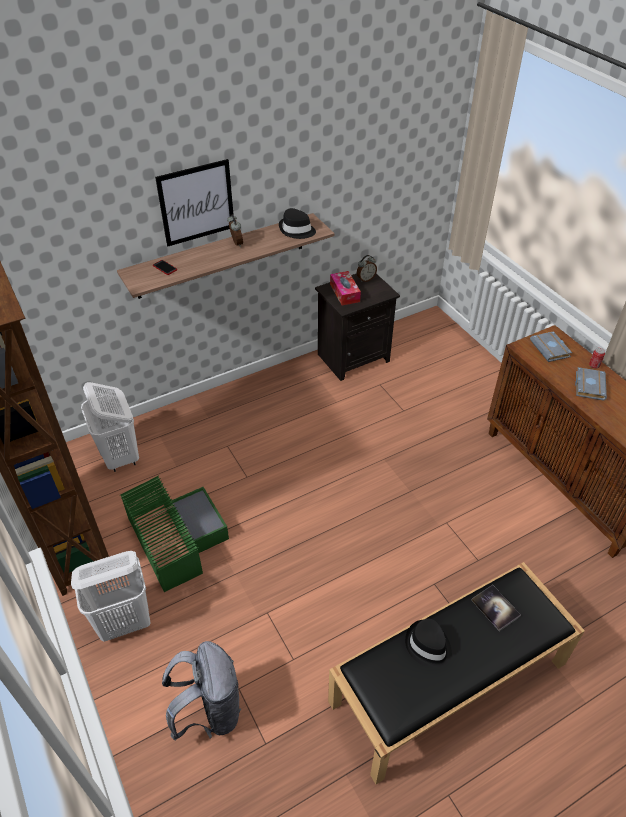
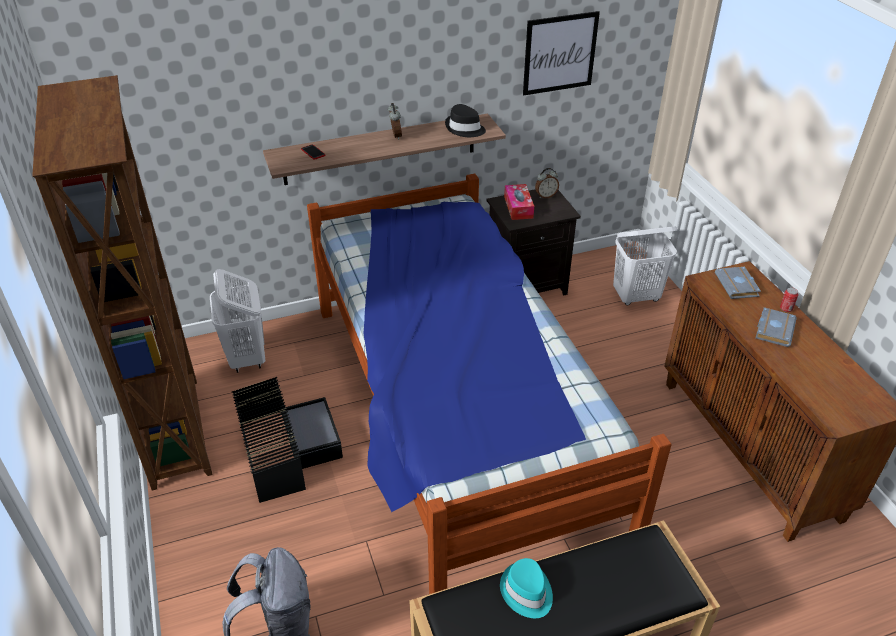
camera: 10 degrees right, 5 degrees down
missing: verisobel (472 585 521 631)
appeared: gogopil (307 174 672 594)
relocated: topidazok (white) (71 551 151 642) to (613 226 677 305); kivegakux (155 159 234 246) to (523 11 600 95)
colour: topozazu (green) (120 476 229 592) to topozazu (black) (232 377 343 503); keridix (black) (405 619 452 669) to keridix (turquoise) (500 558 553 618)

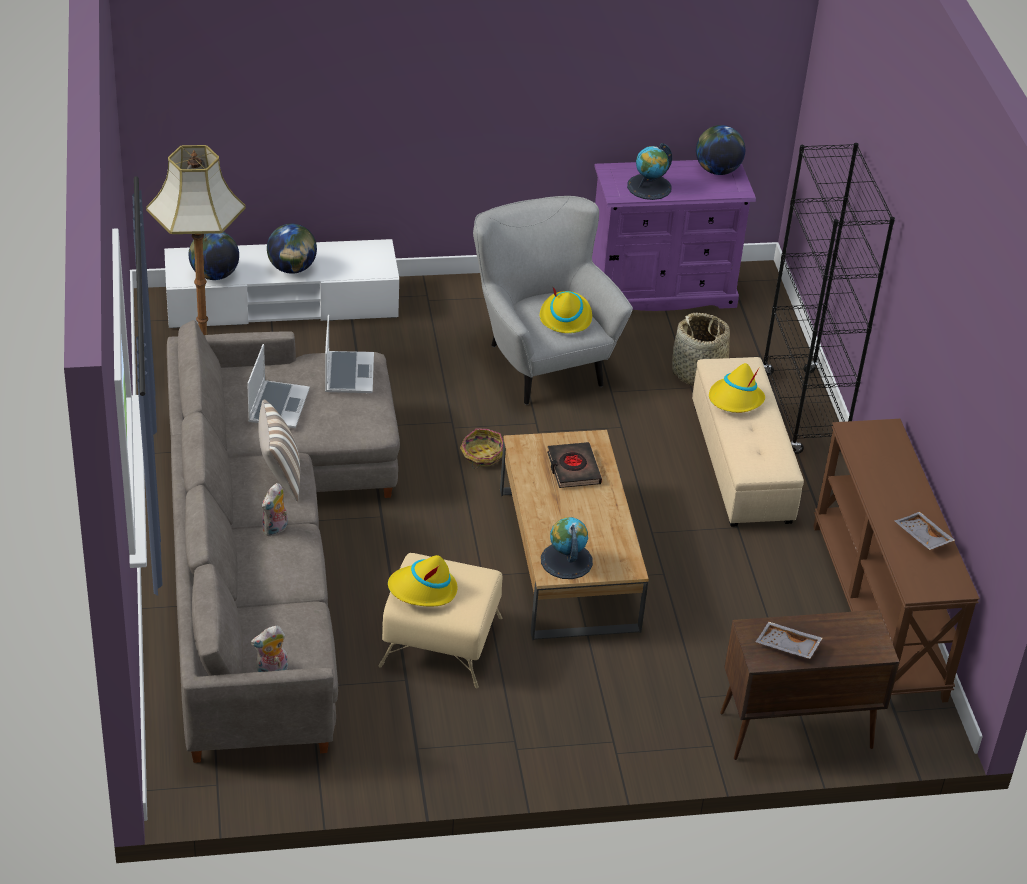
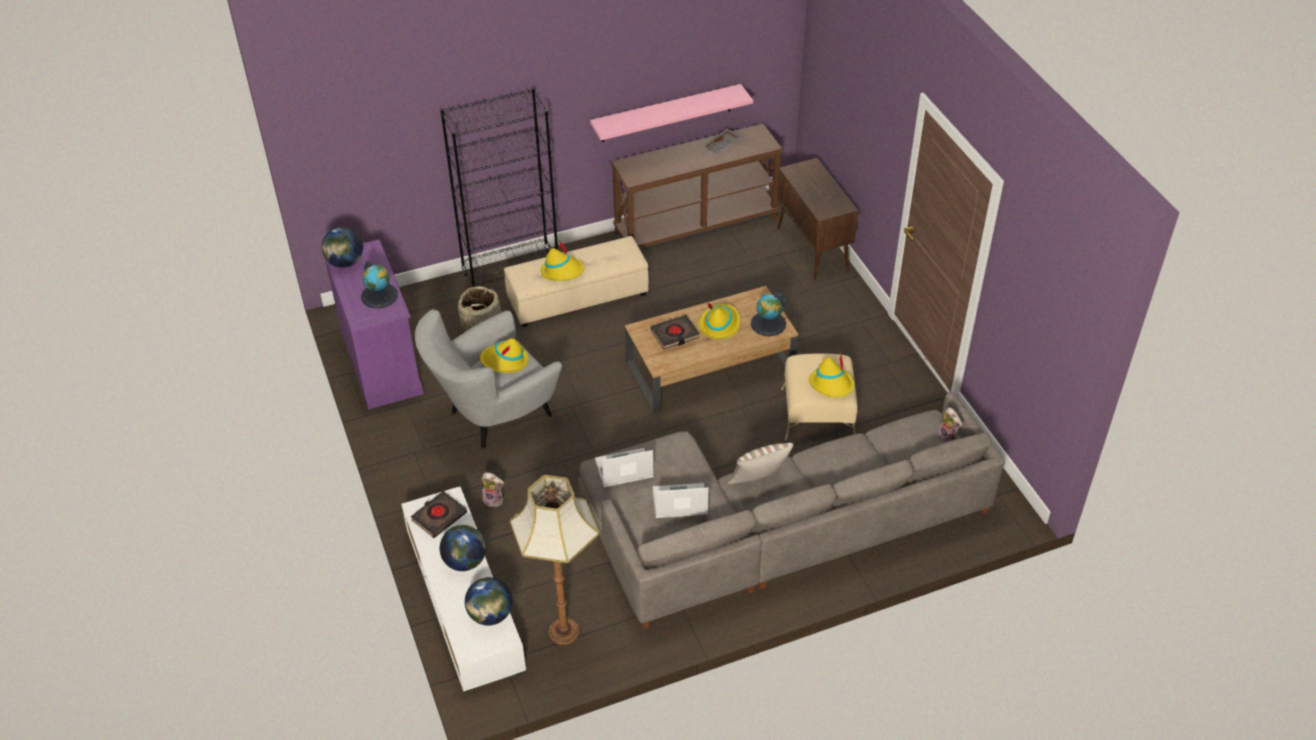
camera: 100 degrees left, 5 degrees up
missing: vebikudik (460 428 503 469); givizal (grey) (755 622 823 659)
appeared: verisobel (black) (411 491 467 538); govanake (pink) (590 84 753 142); keridix (yellow) (699 303 740 339)
relocated: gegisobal (262 483 288 536) to (482 472 504 508)

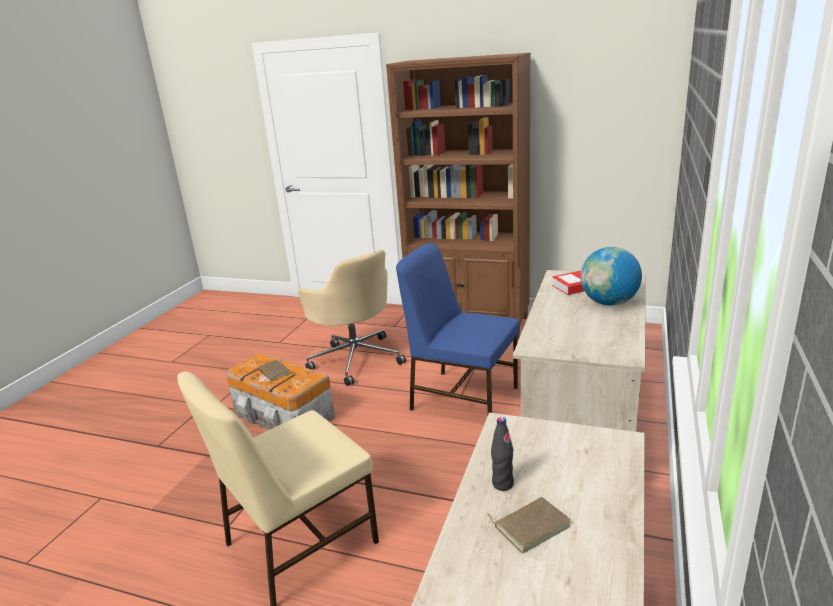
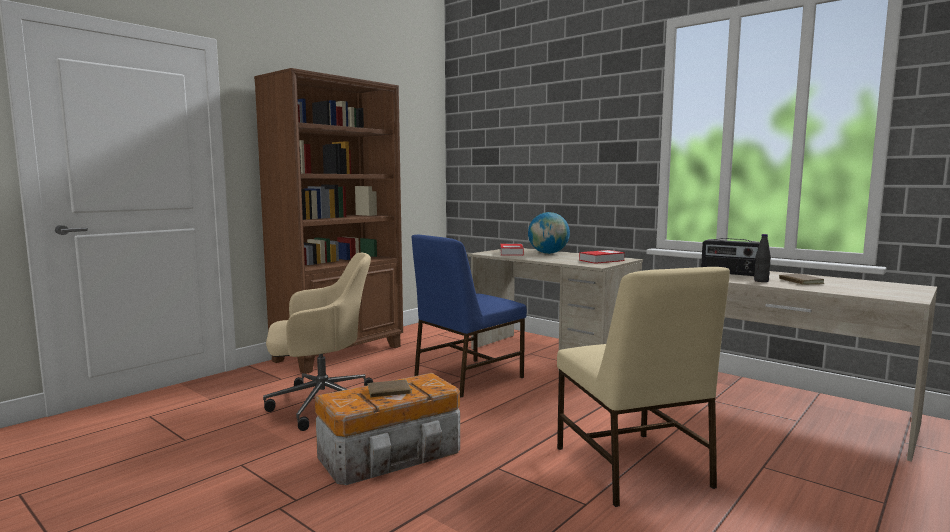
camera: 70 degrees left, 15 degrees down
appeared: verisobel (579 250 625 264); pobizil (701 238 760 276)

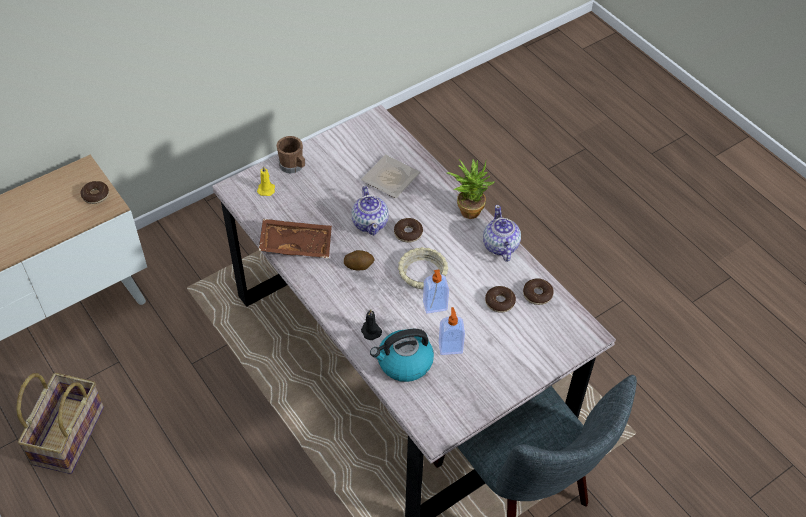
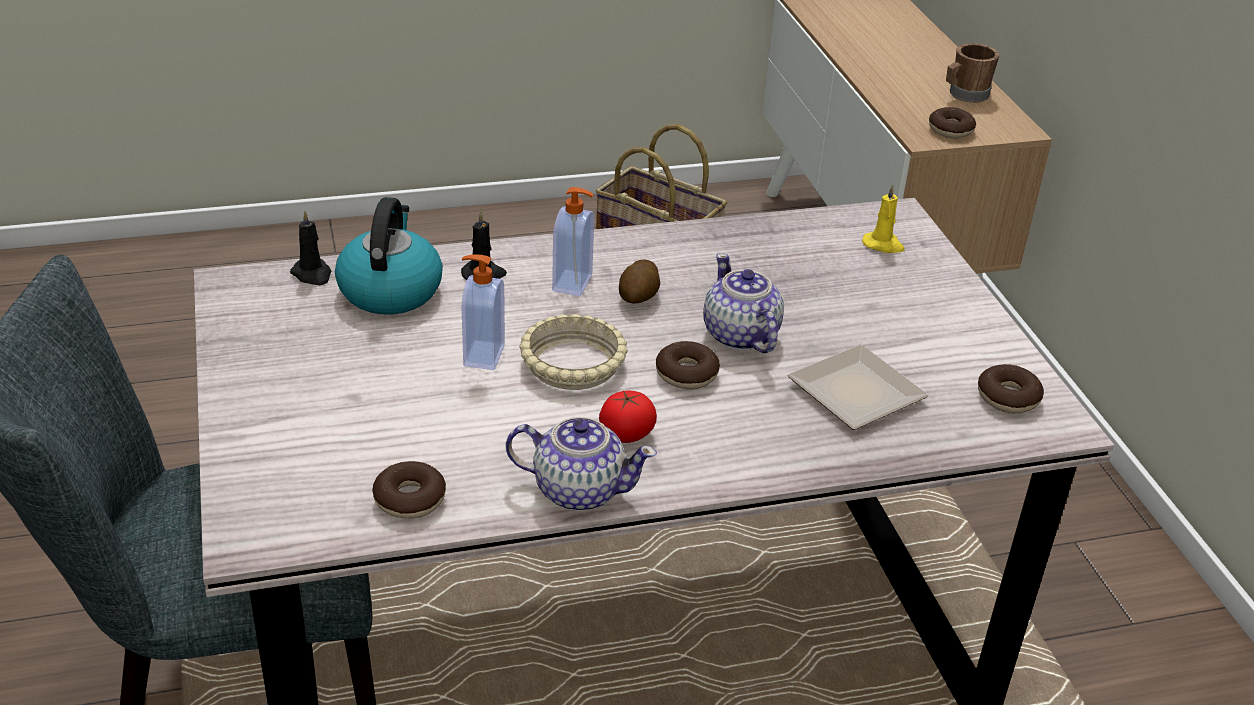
camera: 110 degrees right, 15 degrees down
missing: givizal (brown) (259 219 332 258); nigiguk (447 159 494 219)
appeared: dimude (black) (290 211 331 285); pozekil (599 390 657 443)
relocated: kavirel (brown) (276 136 305 173) to (946 43 999 103); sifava (439 307 465 355) to (552 187 594 296); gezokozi (485 286 516 313) to (978 364 1044 413)
spun: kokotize (351 186 389 235) = (703 253 784 353) 60 degrees clockwise

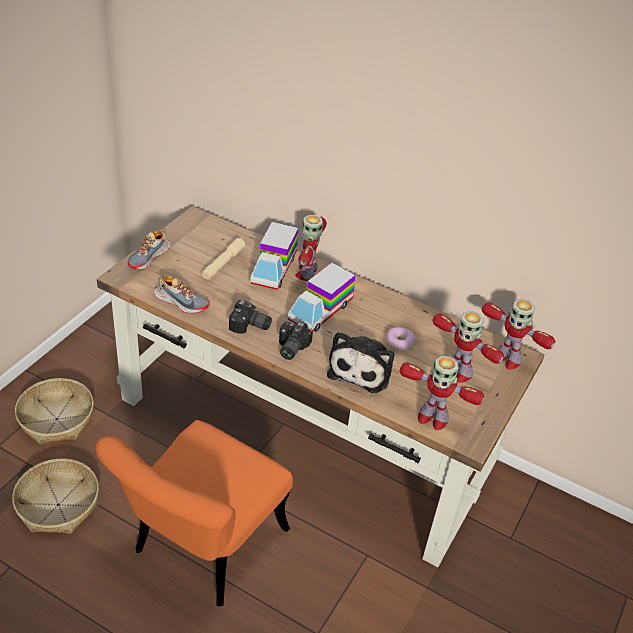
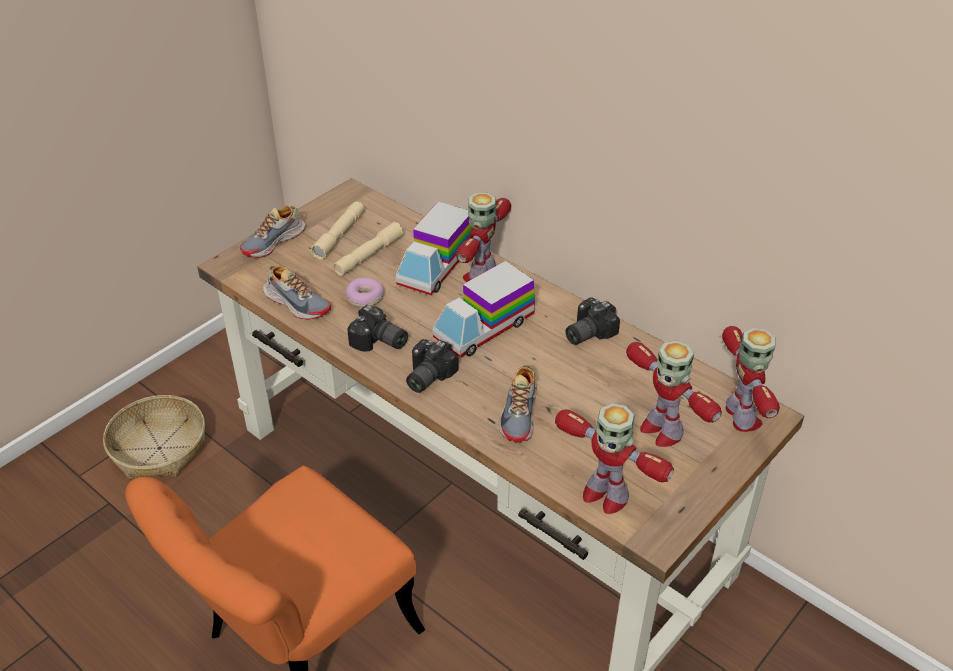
camera: 15 degrees right, 0 degrees up
missing: vebikudik (12 459 99 534)
appeared: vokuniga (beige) (310 202 365 260); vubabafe (565 297 620 345)
relocated: gezokozi (386 327 415 351) to (346 277 384 307)
exchanged: gegisobal (327 332 394 393) to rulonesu (498 364 537 443)
spun: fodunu (482 299 556 370) = (722 326 780 432) 150 degrees counterclockwise

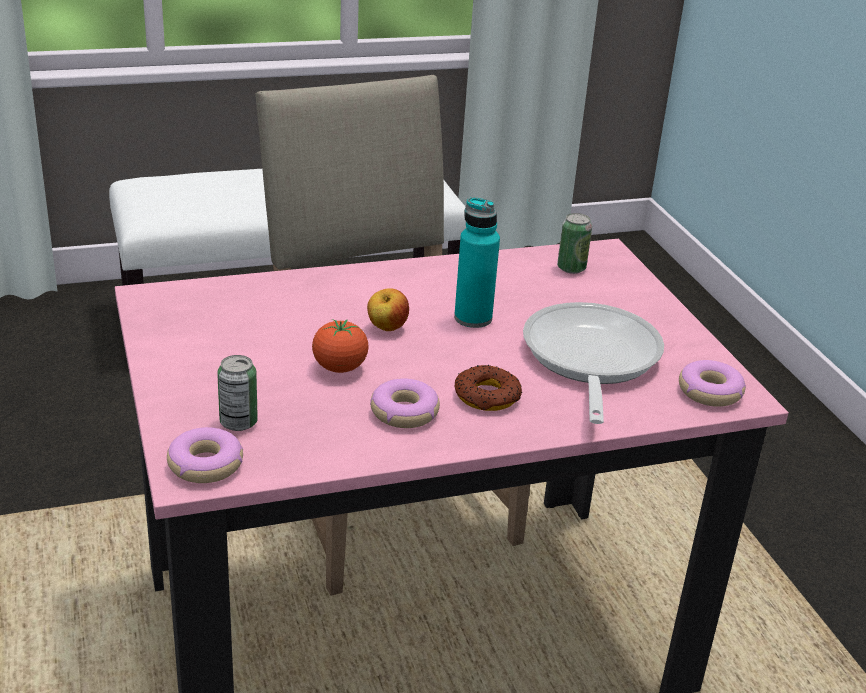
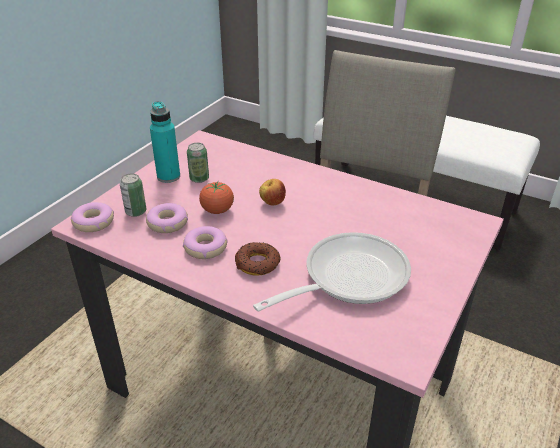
camera: 50 degrees right, 5 degrees up
relocated: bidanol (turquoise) (454 197 500 328) to (150 101 180 183); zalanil (557 213 592 274) to (187 143 209 183); gezokozi (679 360 746 407) to (146 203 188 233)

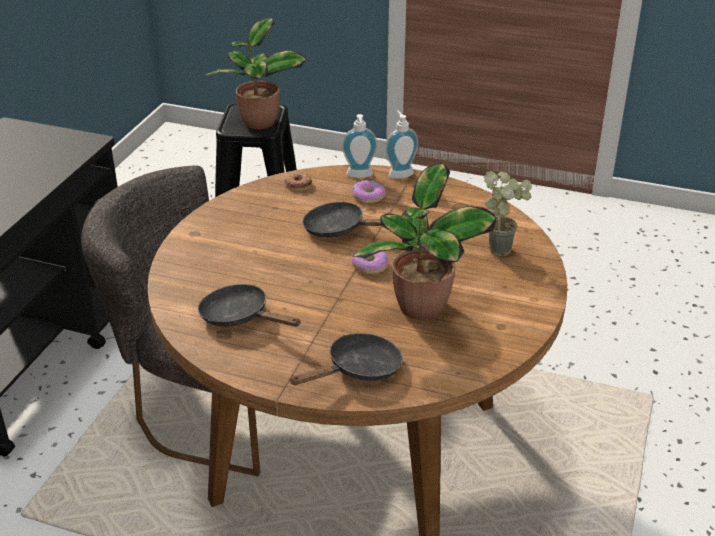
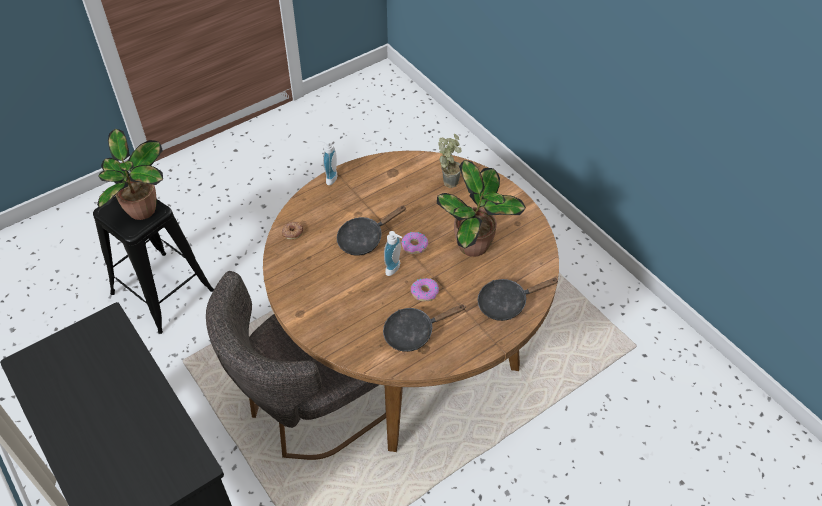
camera: 55 degrees left, 15 degrees up
relocated: sifava (342 114 377 178) to (384 231 402 276); gezokozi (352 180 386 203) to (411 278 439 301)
spun: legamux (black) (289 333 403 385) = (478 278 559 321) 105 degrees counterclockwise

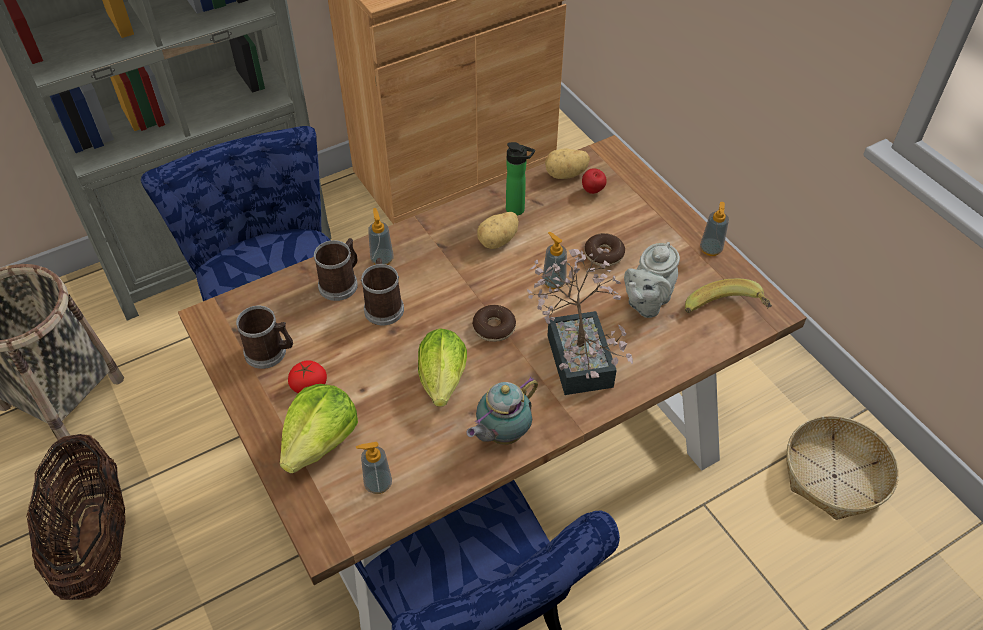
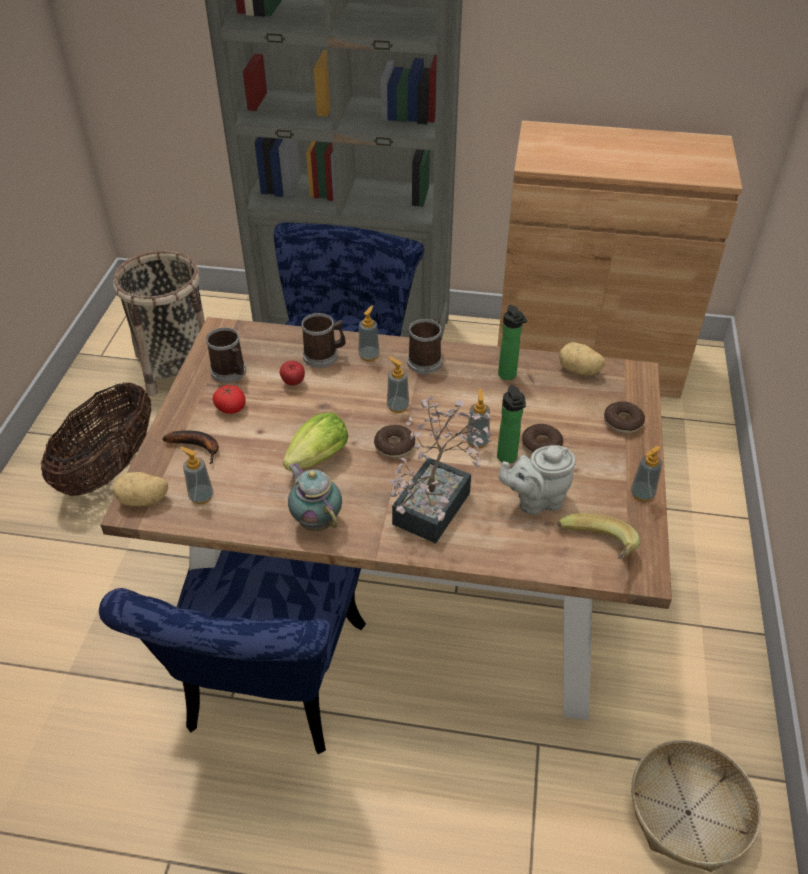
camera: 40 degrees right, 5 degrees down
appeared: sifava (387 356 409 413); bidanol (497 385 526 463); gezokozi (604 401 645 433)
relocated: kavirel (361 258 404 325) to (407 317 442 374); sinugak (477 212 519 249) to (113 472 168 506); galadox (582 168 607 194) to (280 361 305 386)
exchanged: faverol (280 384 358 473) to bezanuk (163 430 219 464)
spun: kokotize (467 377 538 445) = (288 463 342 531) 60 degrees clockwise

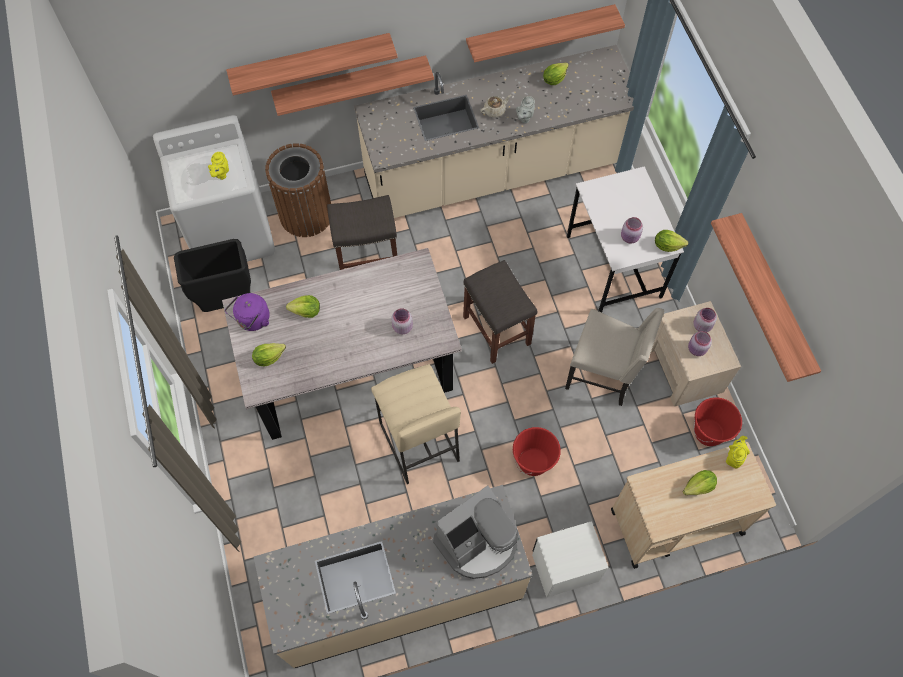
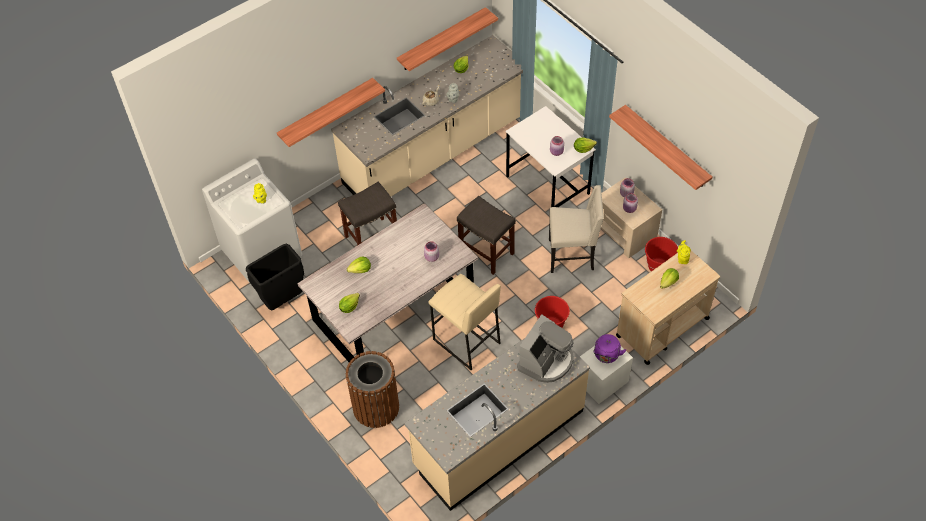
camera: 20 degrees left, 10 degrees down
missing: govanake (226 33 398 96)
relocated: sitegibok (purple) (225 293 270 331) to (593 334 626 363); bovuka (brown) (265 143 331 237) to (346 351 399 428)

